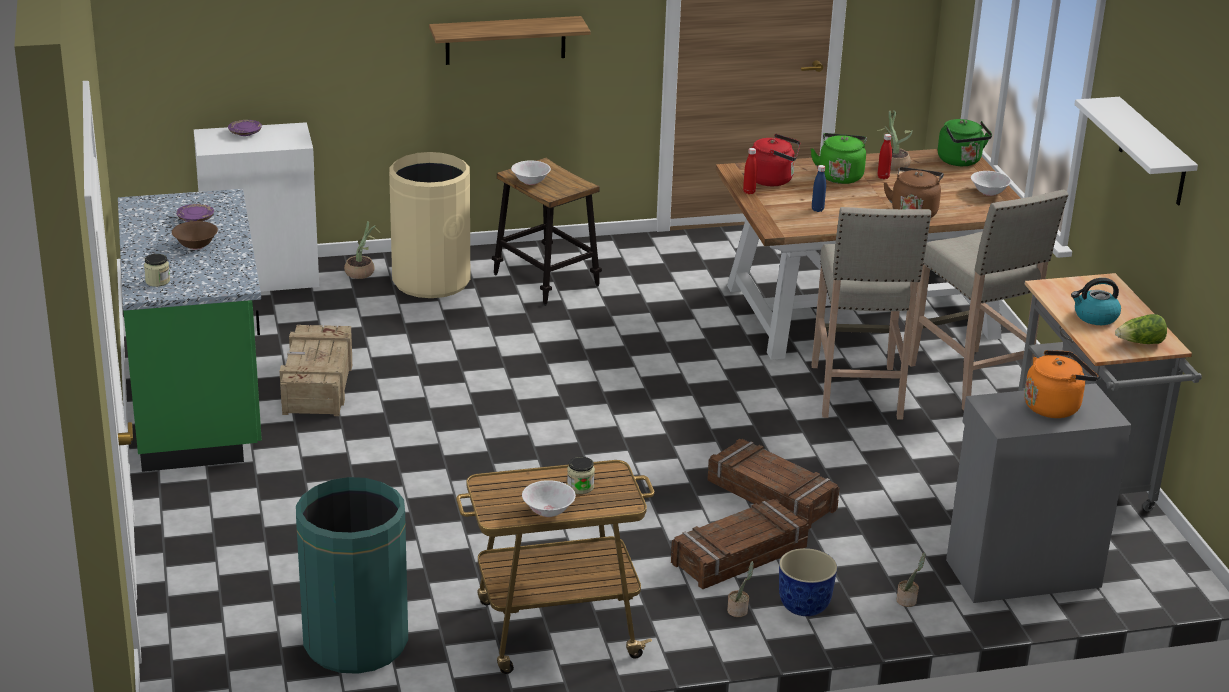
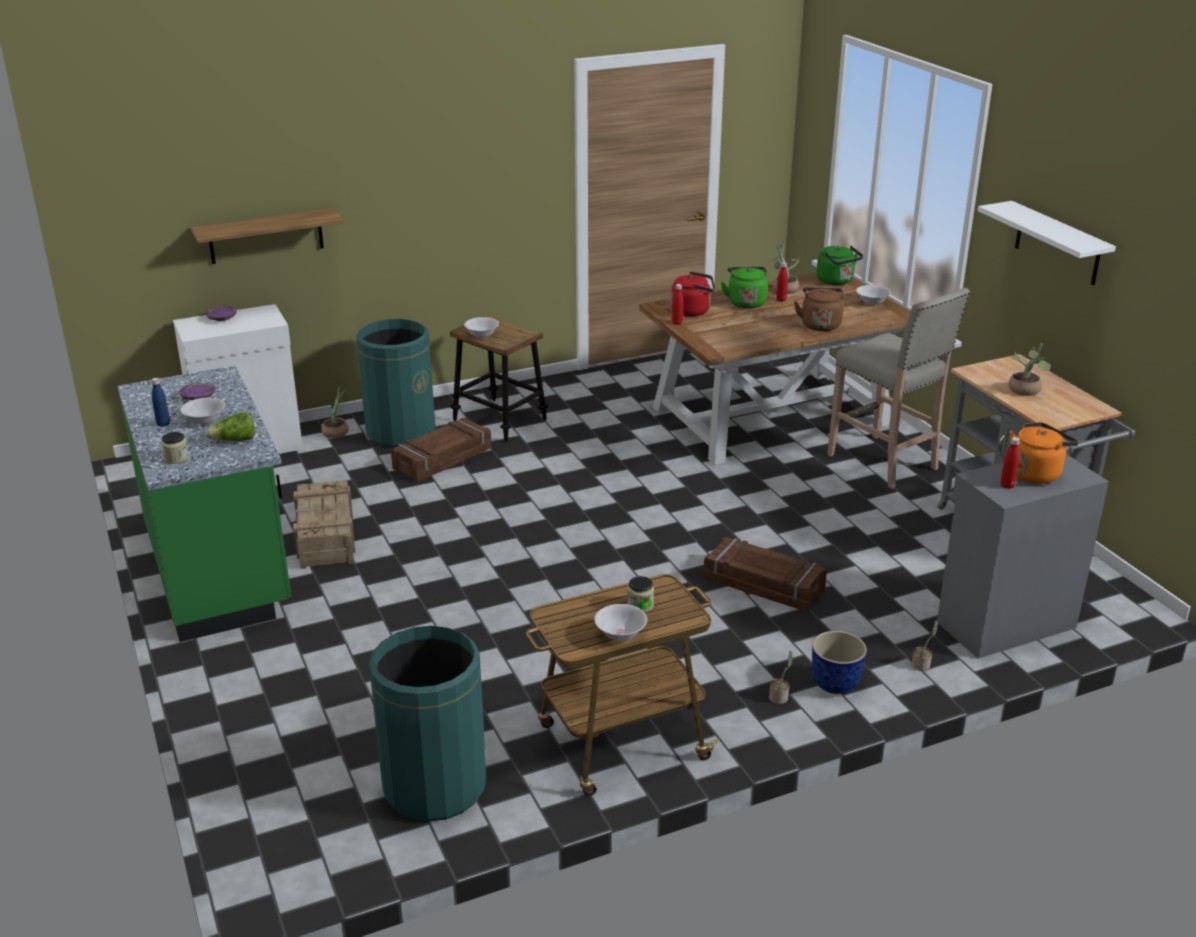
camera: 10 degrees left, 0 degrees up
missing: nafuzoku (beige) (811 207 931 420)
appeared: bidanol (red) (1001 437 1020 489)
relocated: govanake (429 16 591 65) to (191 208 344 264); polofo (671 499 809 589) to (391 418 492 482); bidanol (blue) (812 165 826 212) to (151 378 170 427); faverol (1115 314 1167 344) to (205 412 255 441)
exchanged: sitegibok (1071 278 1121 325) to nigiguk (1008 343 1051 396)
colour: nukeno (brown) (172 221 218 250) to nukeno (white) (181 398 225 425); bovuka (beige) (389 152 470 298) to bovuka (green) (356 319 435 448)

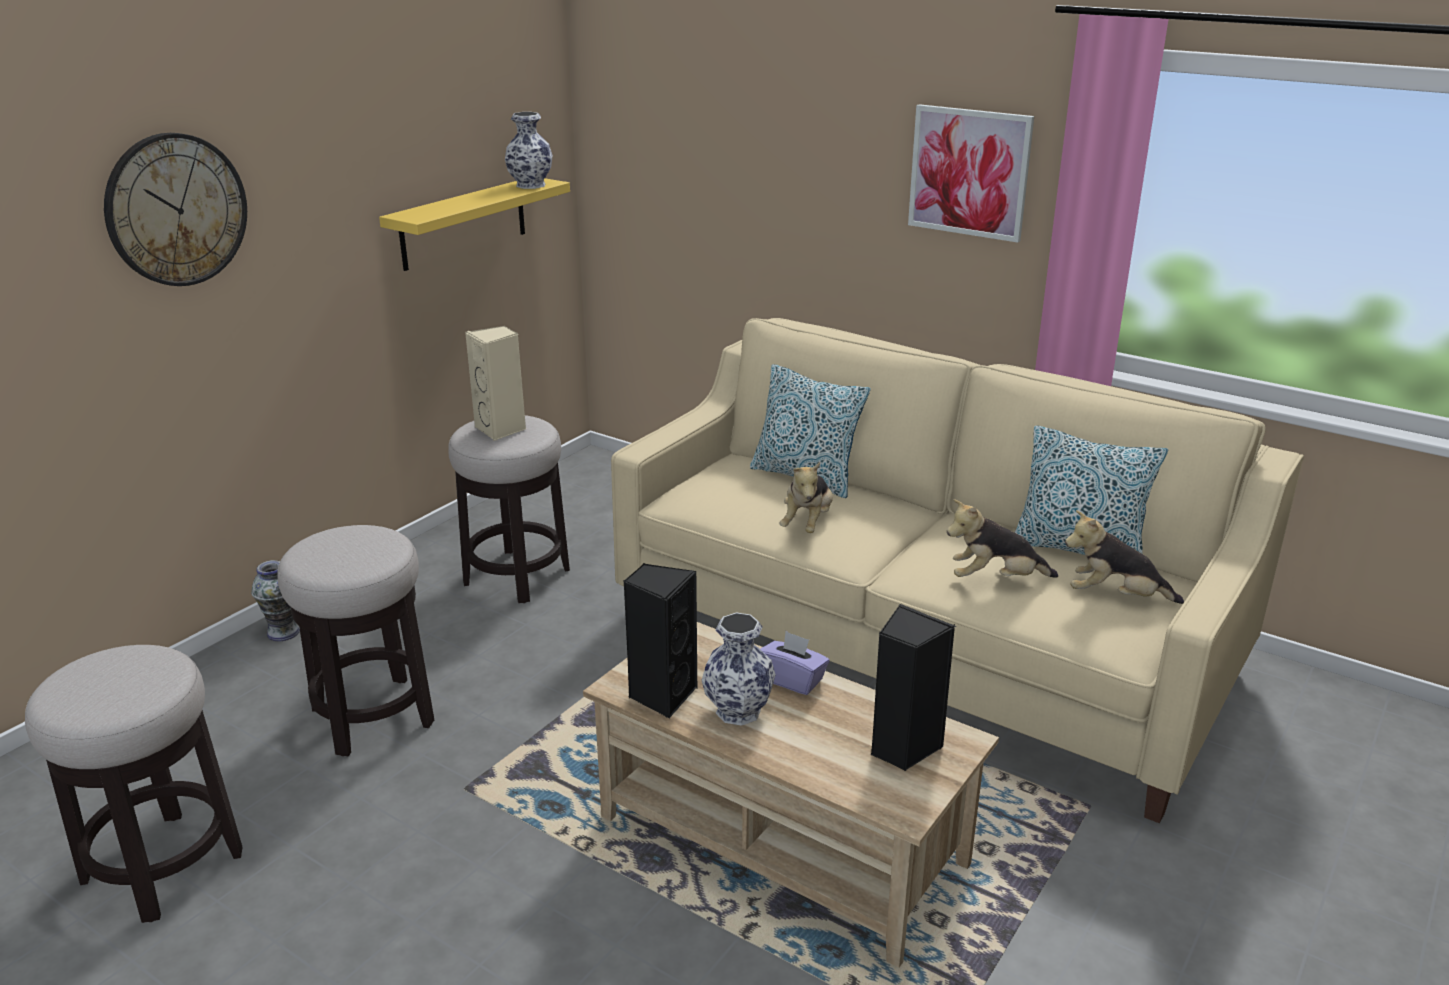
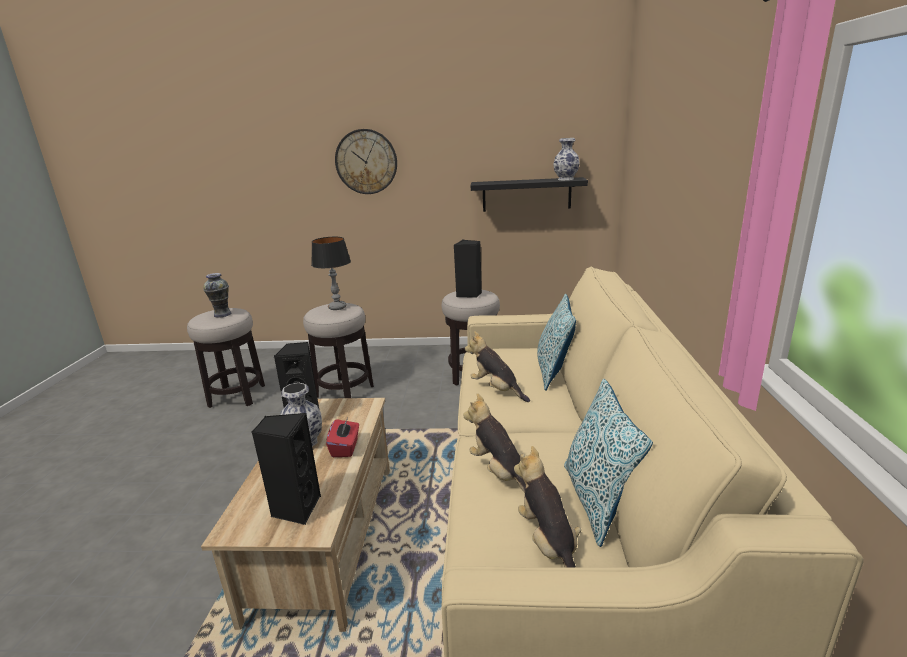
camera: 60 degrees right, 5 degrees down
missing: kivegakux (908 104 1034 243)
appeared: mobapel (311 237 351 310)
relocated: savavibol (251 560 300 641) to (203 273 231 318)
colour: govanake (yellow) (379 178 570 271) to govanake (black) (471 177 588 212); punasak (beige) (465 326 526 441) to punasak (black) (454 240 482 298); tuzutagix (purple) (760 631 830 695) to tuzutagix (red) (326 418 359 457)
spun: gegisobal (780 462 833 533) = (465 331 530 402) 60 degrees clockwise

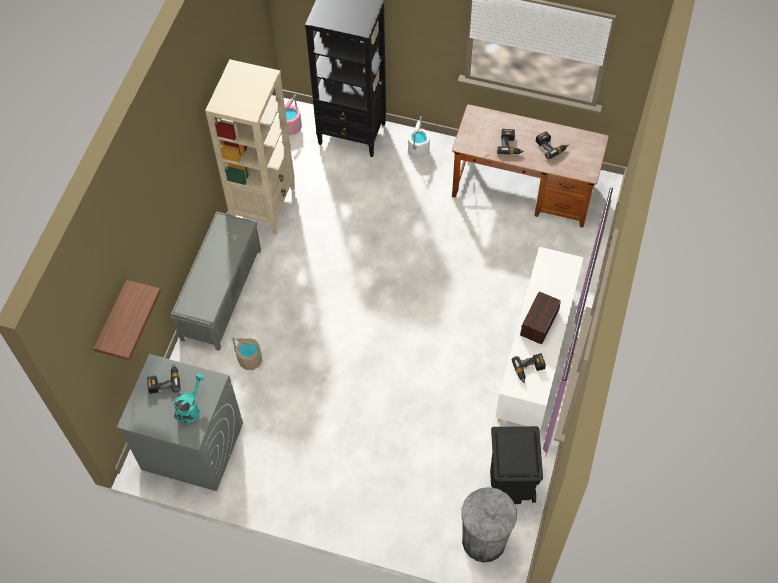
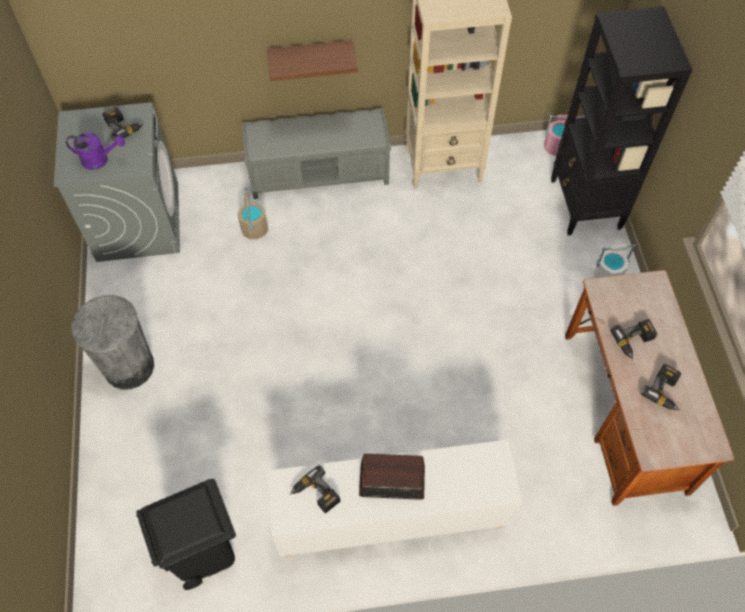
camera: 65 degrees right, 0 degrees up
relocated: govanake (94 280 161 360) to (267 40 358 81); bovuka (grey) (461 487 517 562) to (71 295 154 390)
colour: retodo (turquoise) (174 374 205 423) to retodo (purple) (66 133 125 170)

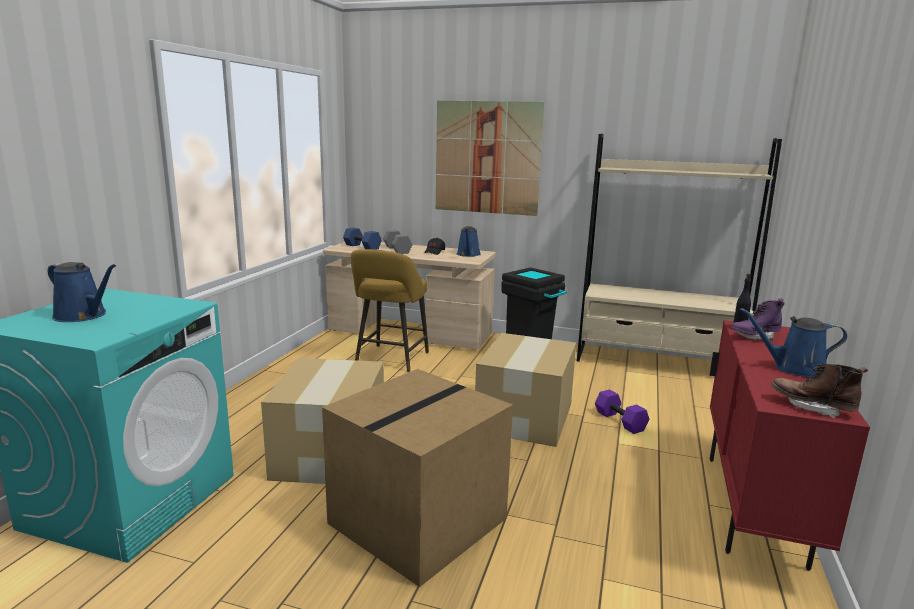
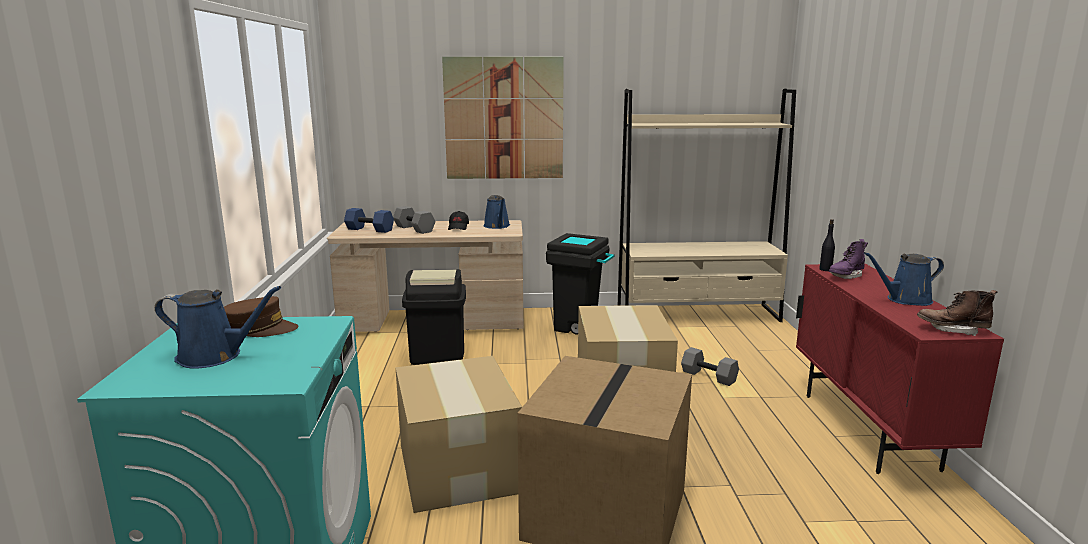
camera: 20 degrees left, 0 degrees up
appeared: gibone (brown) (224 296 299 337)
exchanged: nafuzoku (yellow) (351 249 429 372) to bovuka (black) (402 269 466 365)
colour: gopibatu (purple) (595 390 649 434) to gopibatu (grey) (681 347 739 386)

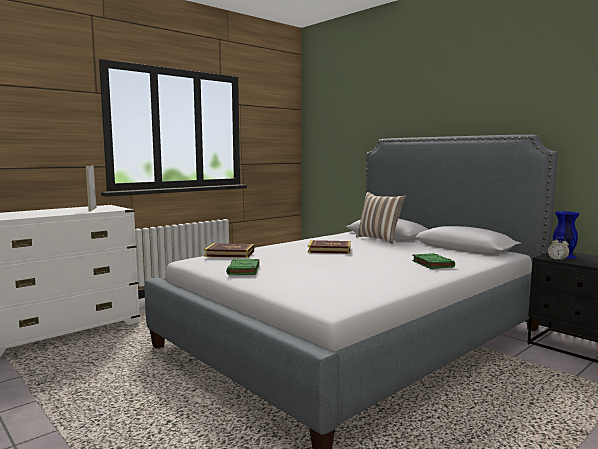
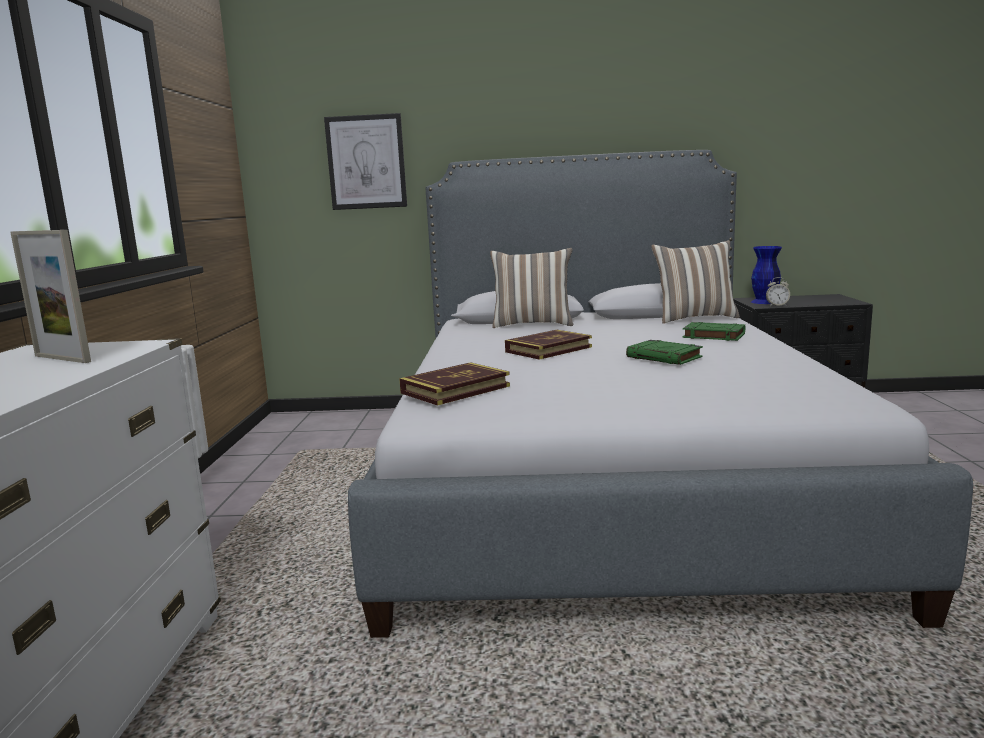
camera: 45 degrees left, 5 degrees up
appeared: kivegakux (324 113 407 210); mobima (651 240 740 324)
relocated: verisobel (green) (226 259 259 275) to (626 340 703 365)

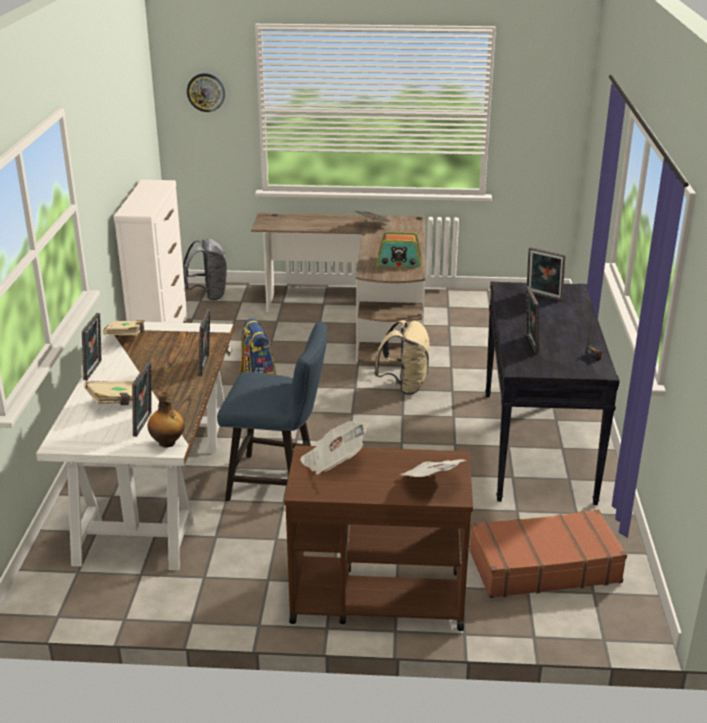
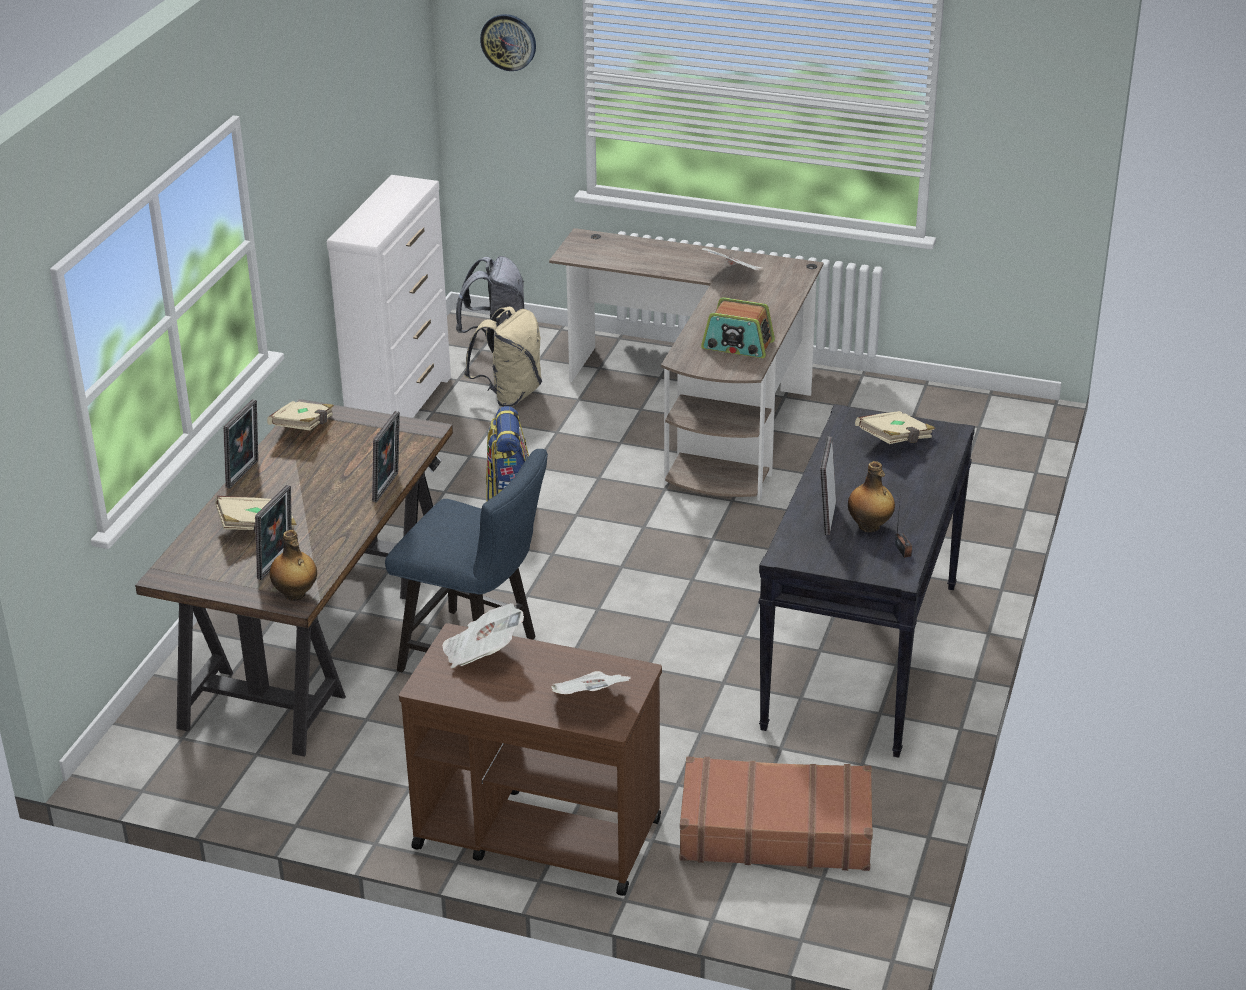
camera: 15 degrees right, 5 degrees up
appeared: bidanol (848 461 895 532)
relocated: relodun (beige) (374 320 430 395) to (464 307 542 407)
exchanged: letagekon (527 247 566 301) to verisobel (beige) (855 411 935 444)
colour: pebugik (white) (36 321 234 570) to pebugik (brown) (135 399 453 757)

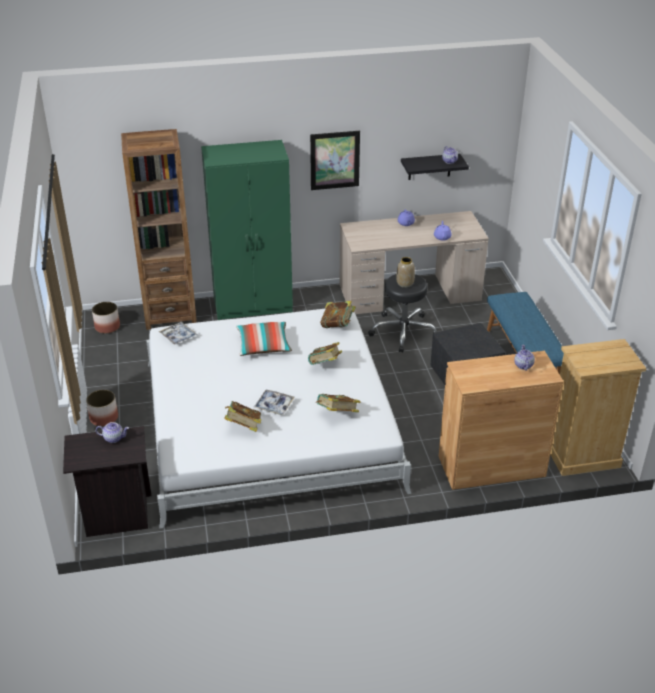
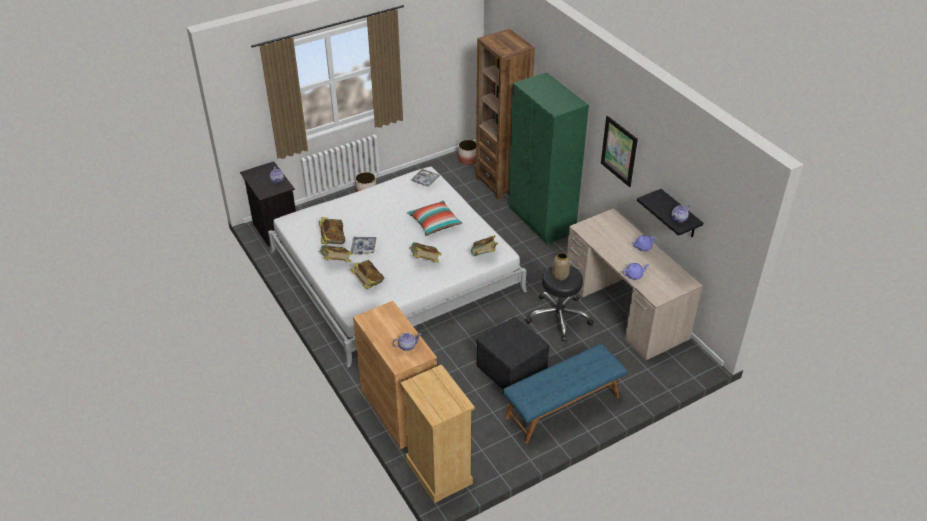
camera: 70 degrees right, 5 degrees up
appeared: verisobel (318 245 353 262)

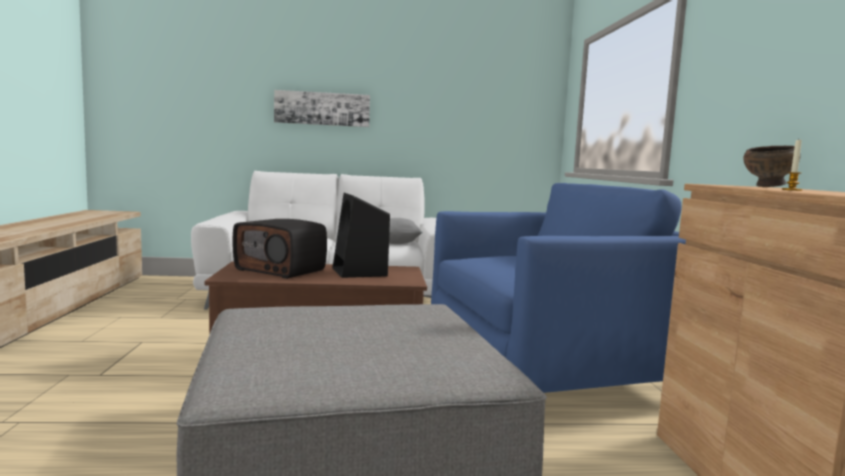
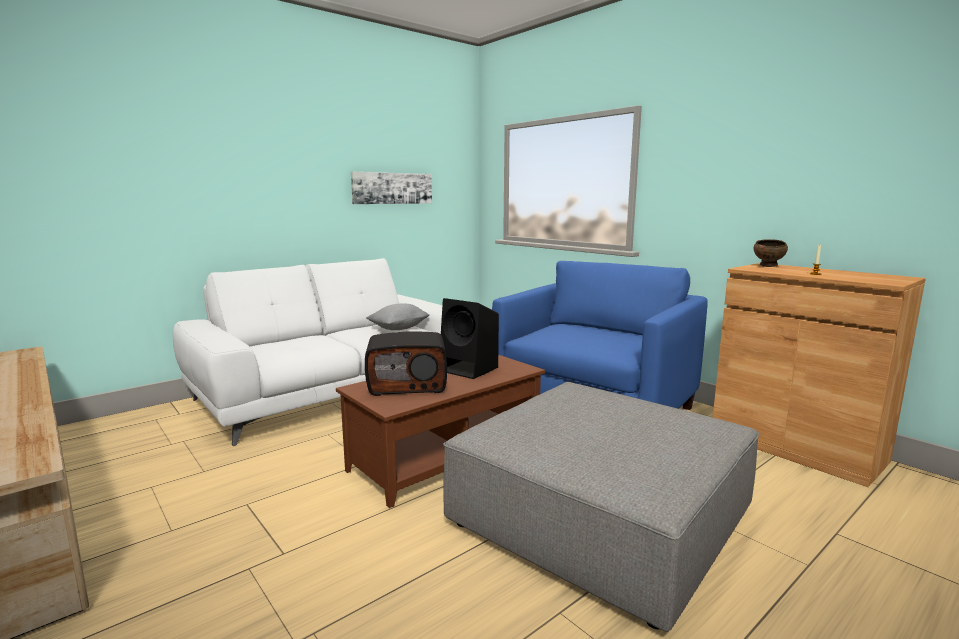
camera: 35 degrees left, 5 degrees up
relocated: kivegakux (274 90 370 127) to (351 172 432 204)

